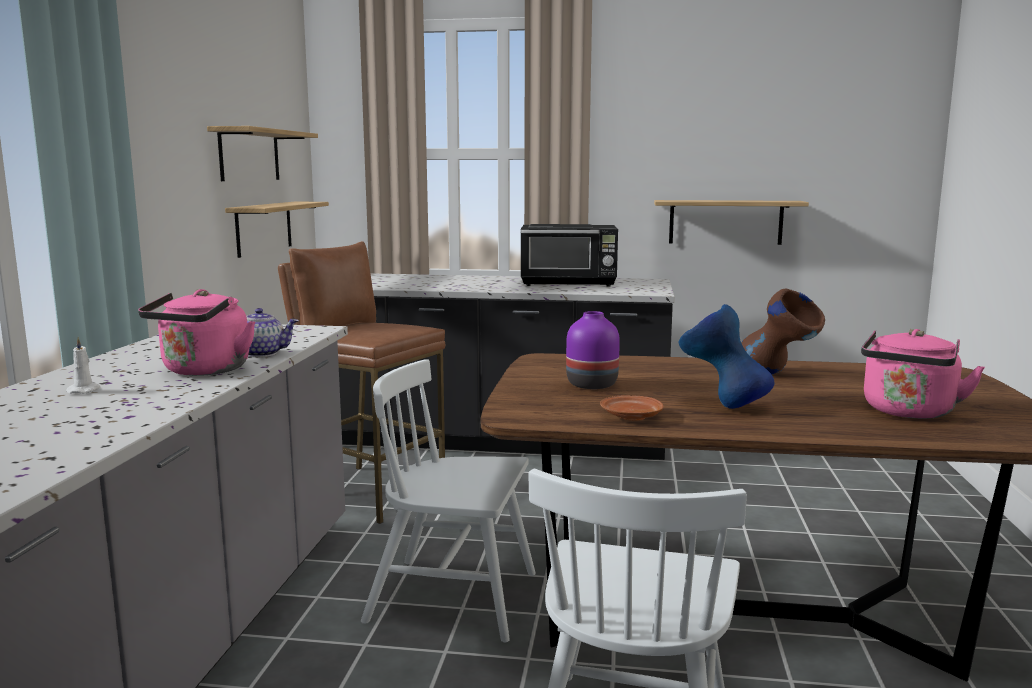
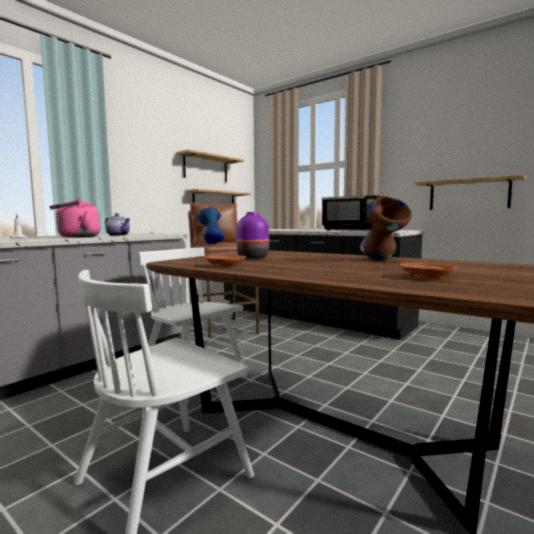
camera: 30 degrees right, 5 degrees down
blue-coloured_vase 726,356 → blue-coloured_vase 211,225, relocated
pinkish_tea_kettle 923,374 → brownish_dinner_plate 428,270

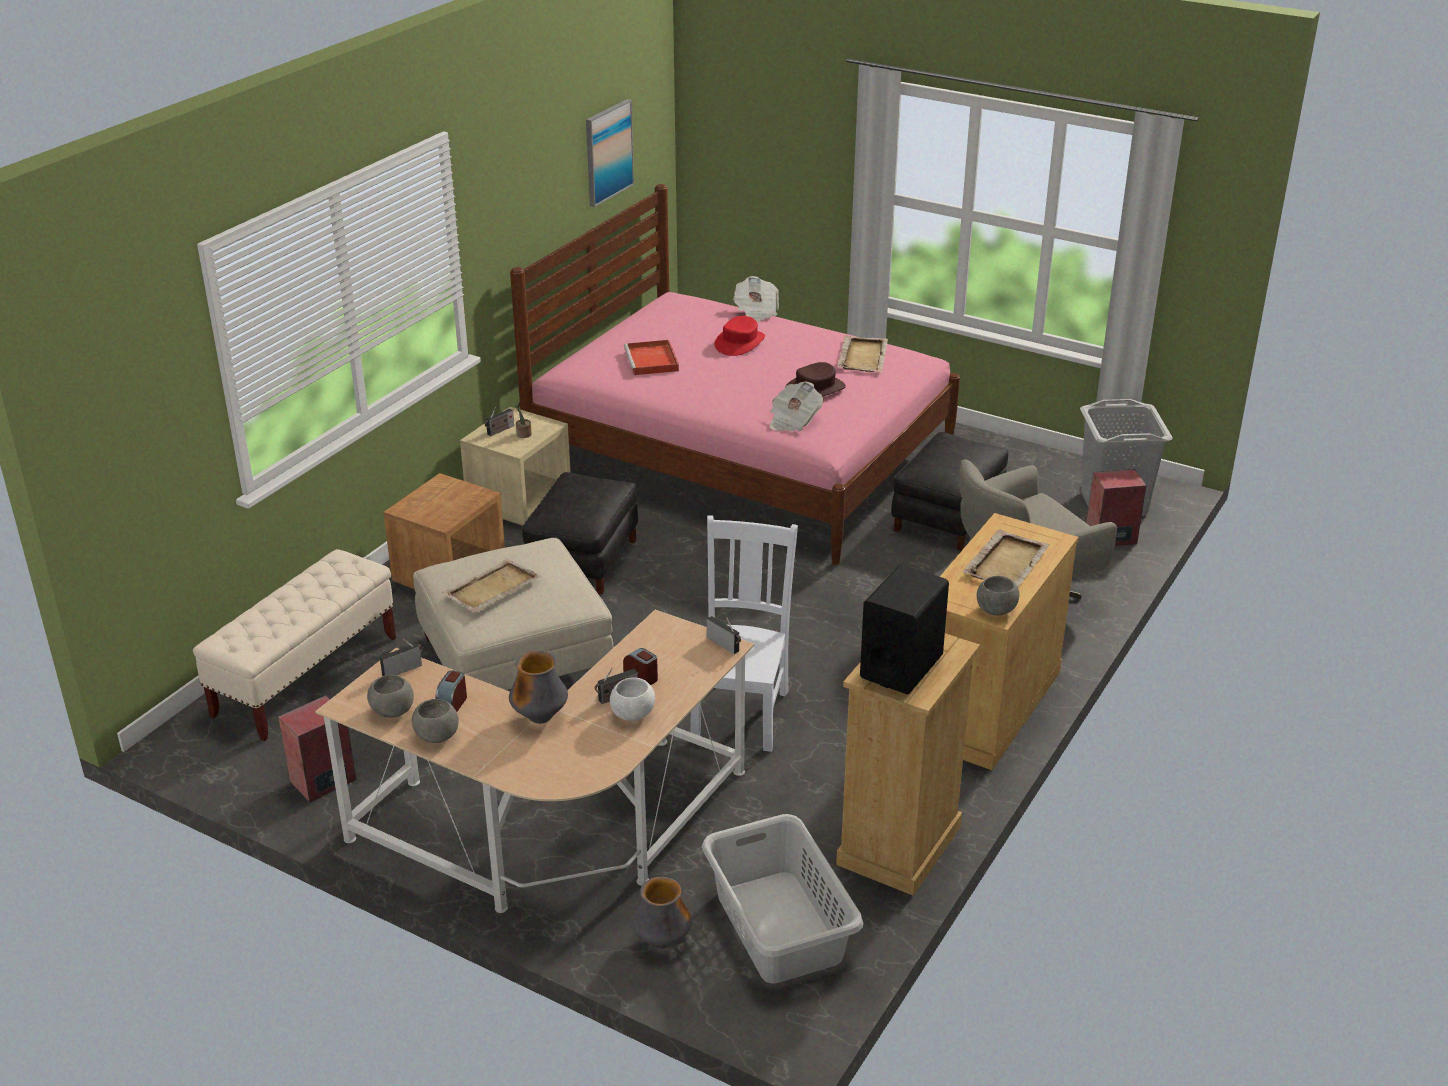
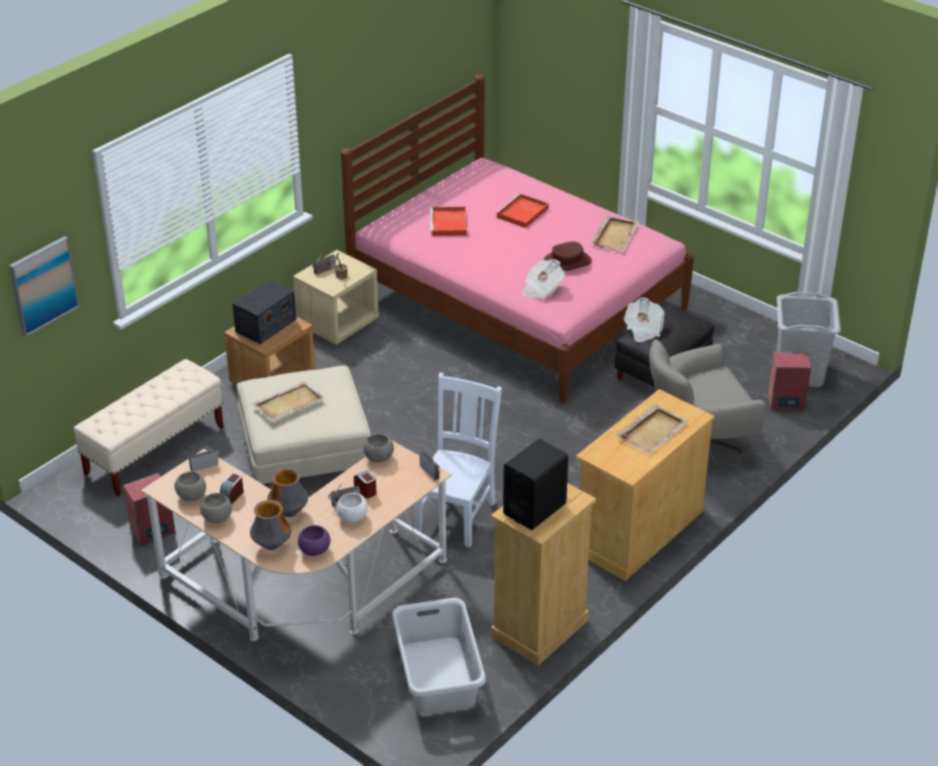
camera: 10 degrees right, 5 degrees up
blackish_footrest 580,533 → -
- → radio 264,311
- → purplish_serving_bowl 314,540
wall_art 610,153 → wall_art 44,286, relocated
vase 662,913 → vase 271,525, relocated
daily_paper 756,299 → daily_paper 644,320, relocated
gray_serving_bowl 998,595 → gray_serving_bowl 378,448, relocated
red_clothing_hat 739,336 → red_tray 522,211

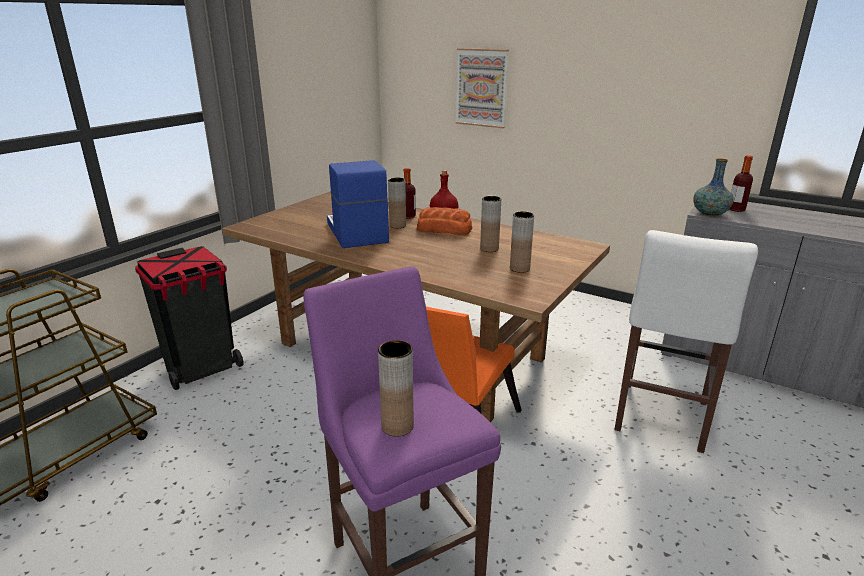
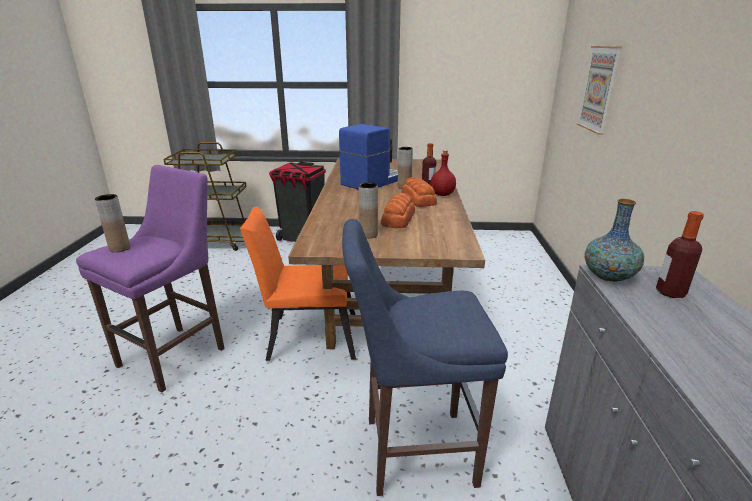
camera: 60 degrees right, 0 degrees up
brownish_vase 490,224 → bakery_bread 398,210
white-coloured_stool_seat 686,341 → blue-coloured_stool_seat 425,357

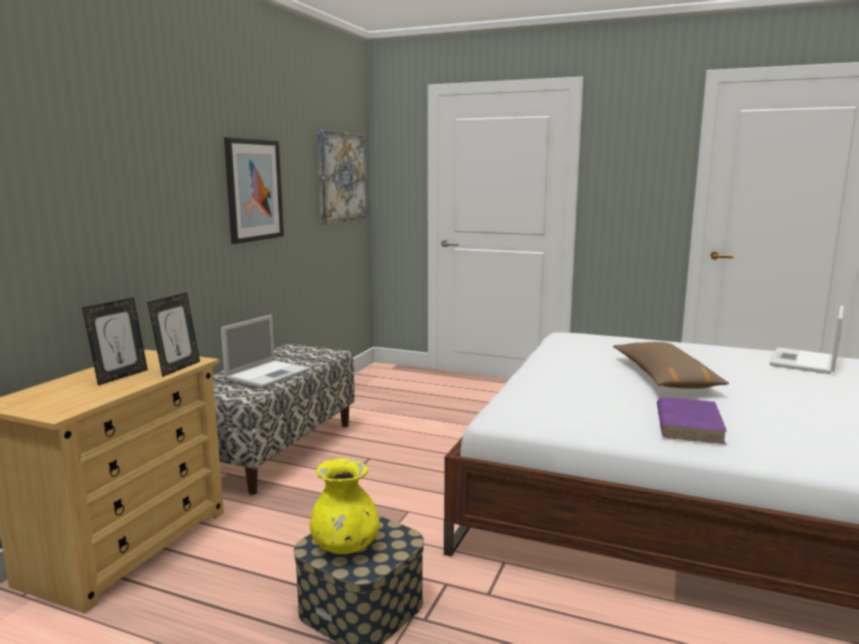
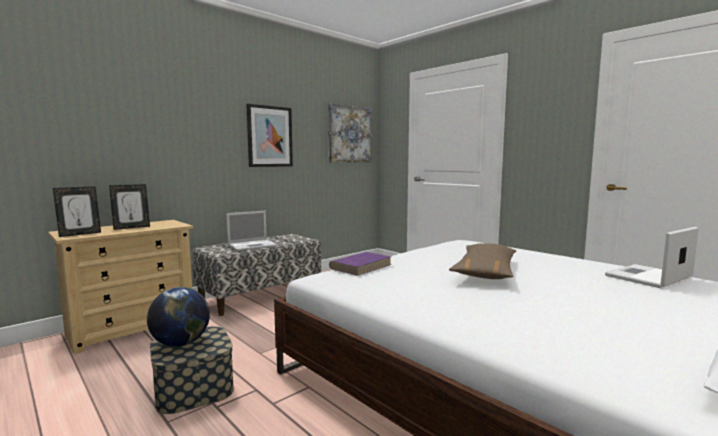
camera: 25 degrees right, 5 degrees down
standing_frame 173,334 → standing_frame 77,211, relocated
purplish_book 692,420 → purplish_book 360,264, relocated
yellowish_vase 345,506 → desk_globe 178,317

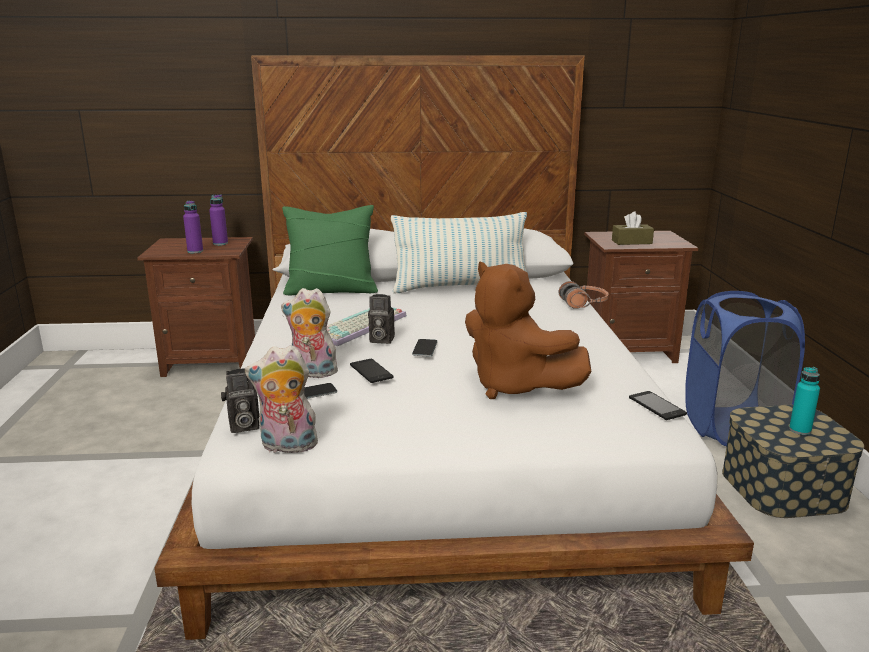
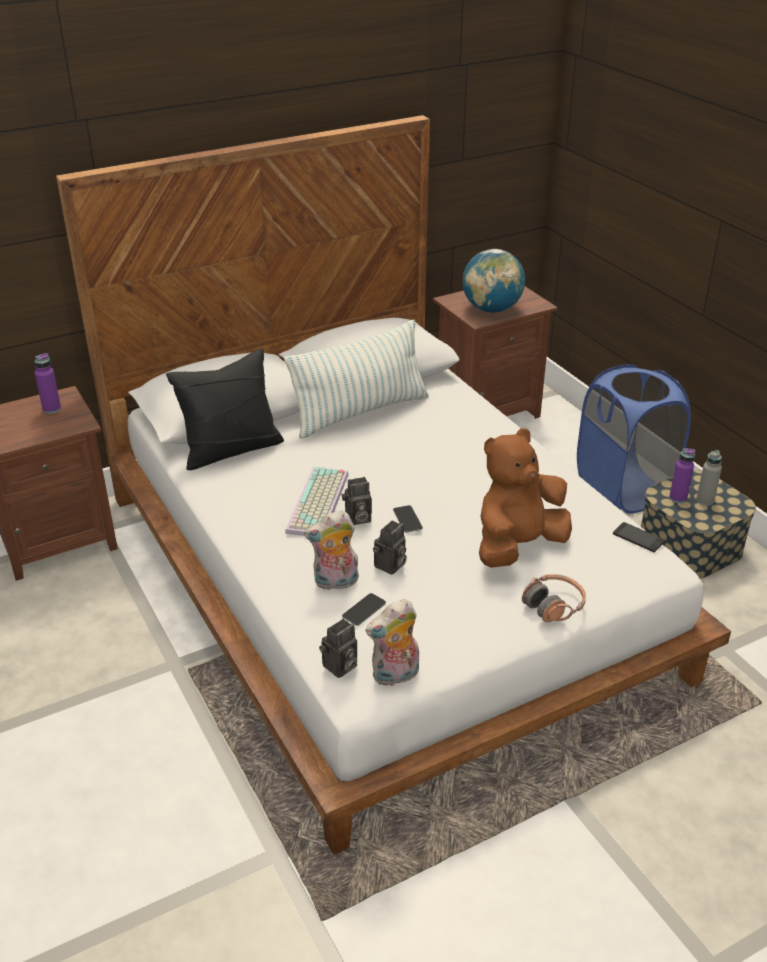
camera: 25 degrees left, 15 degrees up
purplish_bottle 193,226 → purplish_bottle 682,475, relocated
headphones 583,295 → headphones 554,598, relocated
phone 371,371 → still_camera 390,547
brownish_box_of_tissues 633,228 → desk_globe 493,281
greenish_cushion 330,250 → blackish_cushion 225,409
turquoise_bottle 804,401 → gray_bottle 709,478
brownish_soft_toy 528,330 → brownish_soft_toy 525,498, 120 degrees clockwise

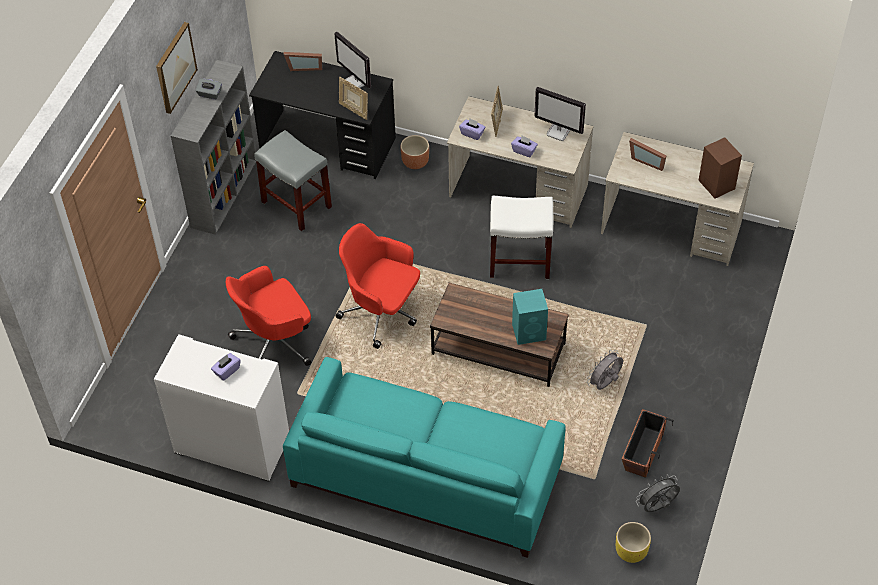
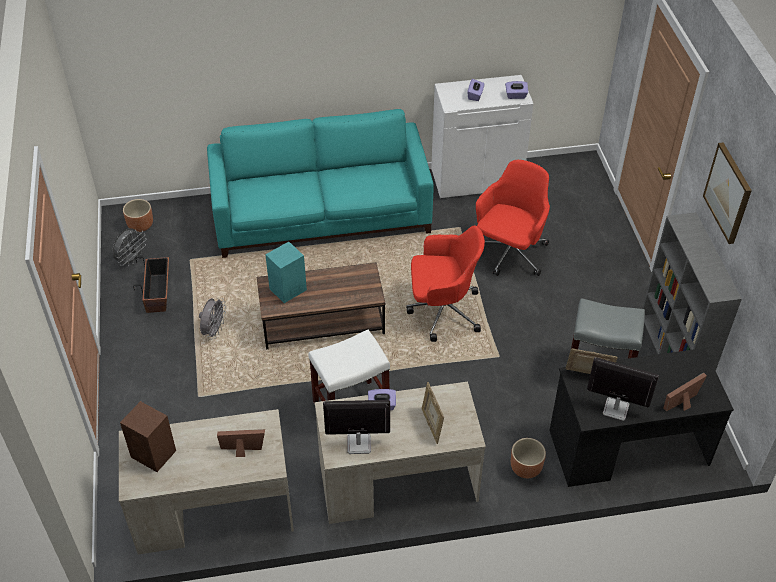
camera: 150 degrees right, 5 degrees down
gray_box_of_tissues 209,88 → -
purplish_box_of_tissues 472,129 → purplish_box_of_tissues 516,90, relocated
yellowish_planter 633,542 → brownish_planter 138,215

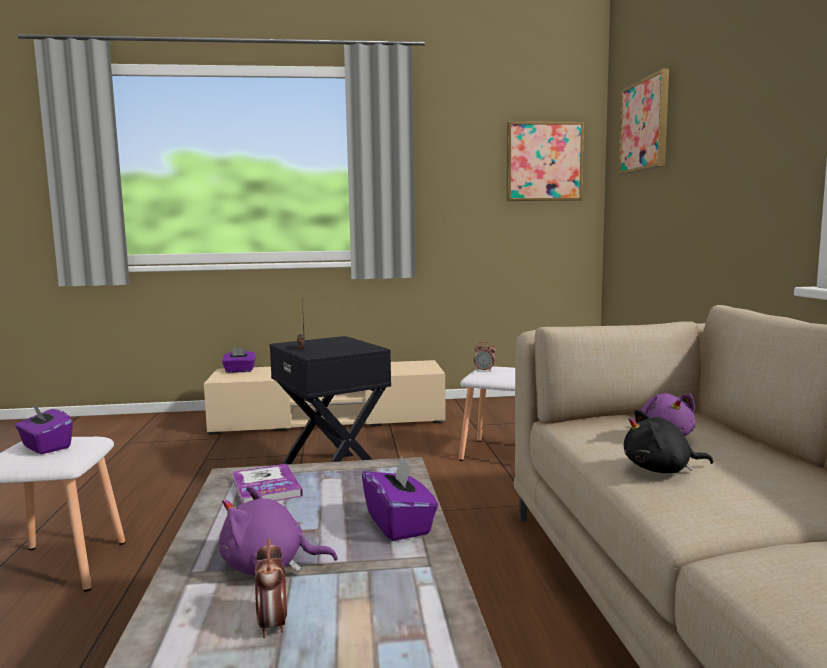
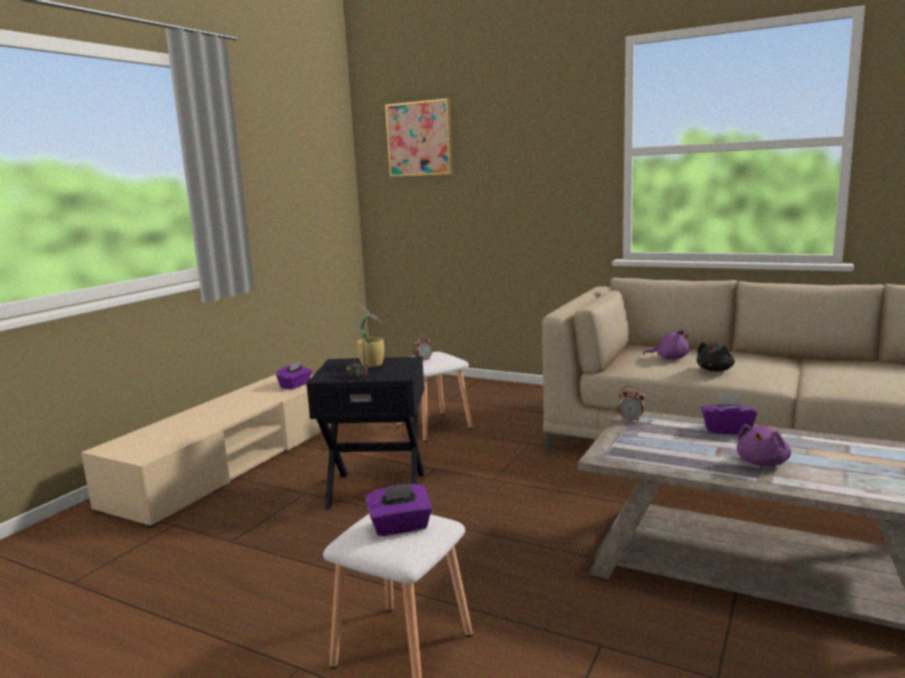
camera: 55 degrees left, 5 degrees up
book 267,484 → -
wall_art 545,161 → -
- → houseplant 369,335
purplish_box_of_tissues 239,360 → purplish_box_of_tissues 294,374, relocated
table_clock 271,588 → table_clock 631,404, relocated

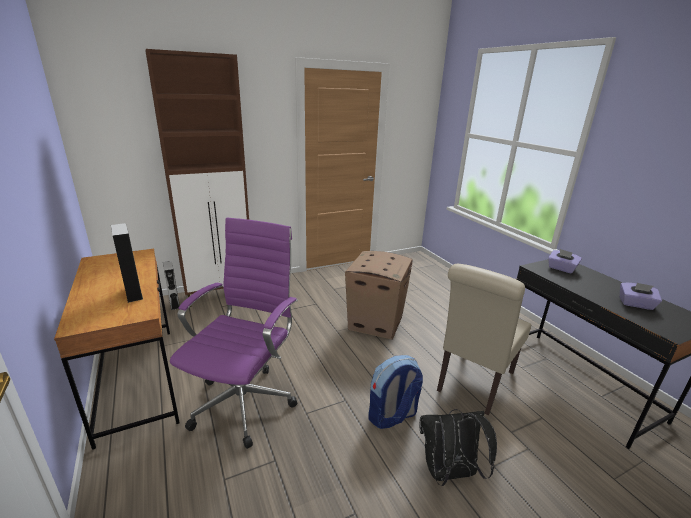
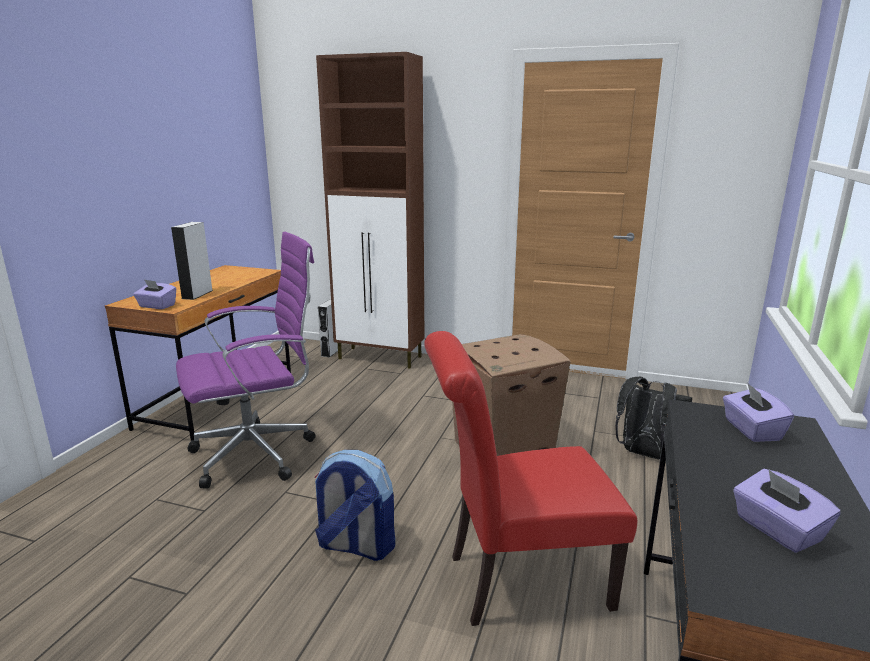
camera: 45 degrees right, 5 degrees down
- → purplish_box_of_tissues 154,294
blackish_knapsack 458,447 → blackish_knapsack 653,418, relocated
beige_upright_chair 484,340 → red_upright_chair 530,478

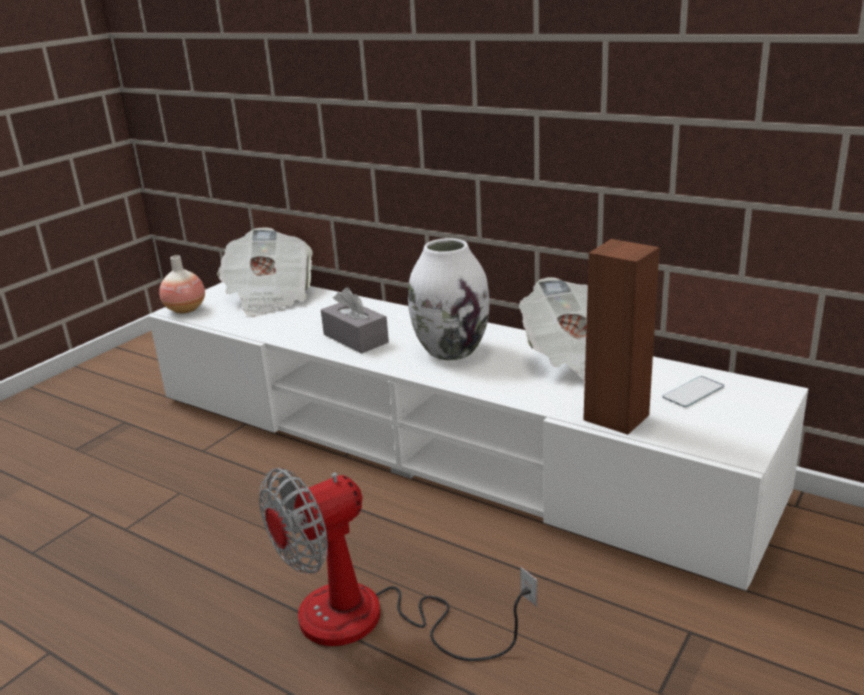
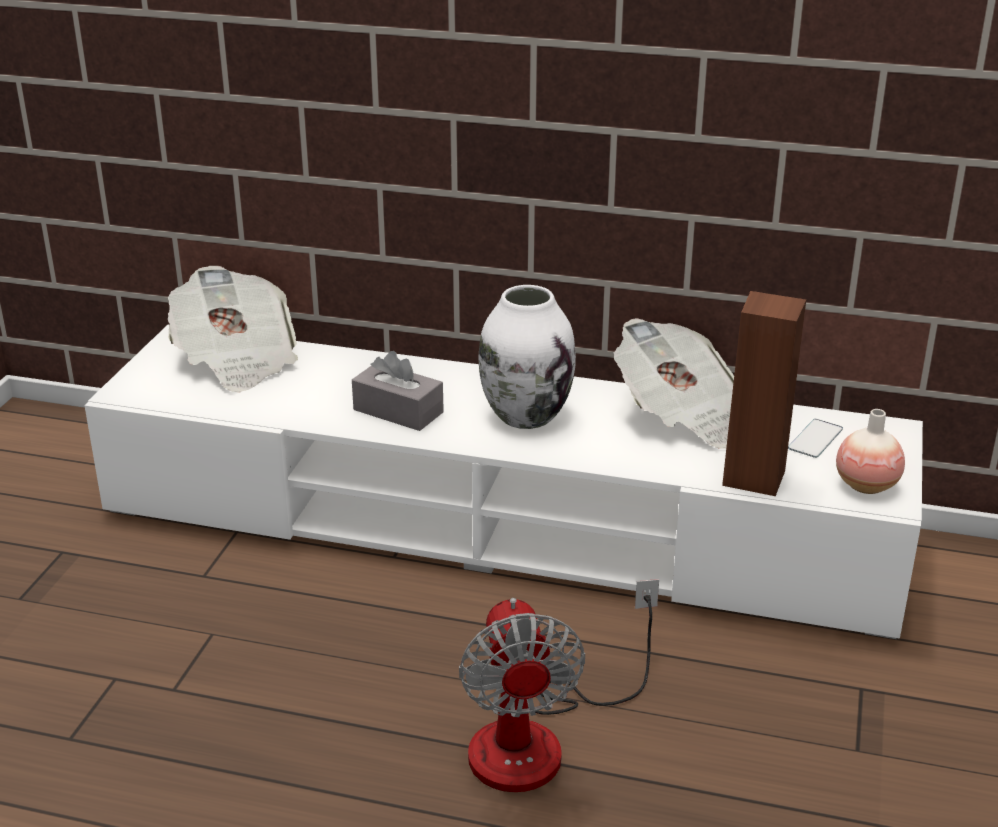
camera: 20 degrees left, 5 degrees up
vase 182,284 → vase 870,451, relocated
fan 398,564 → fan 559,685, 45 degrees counterclockwise

